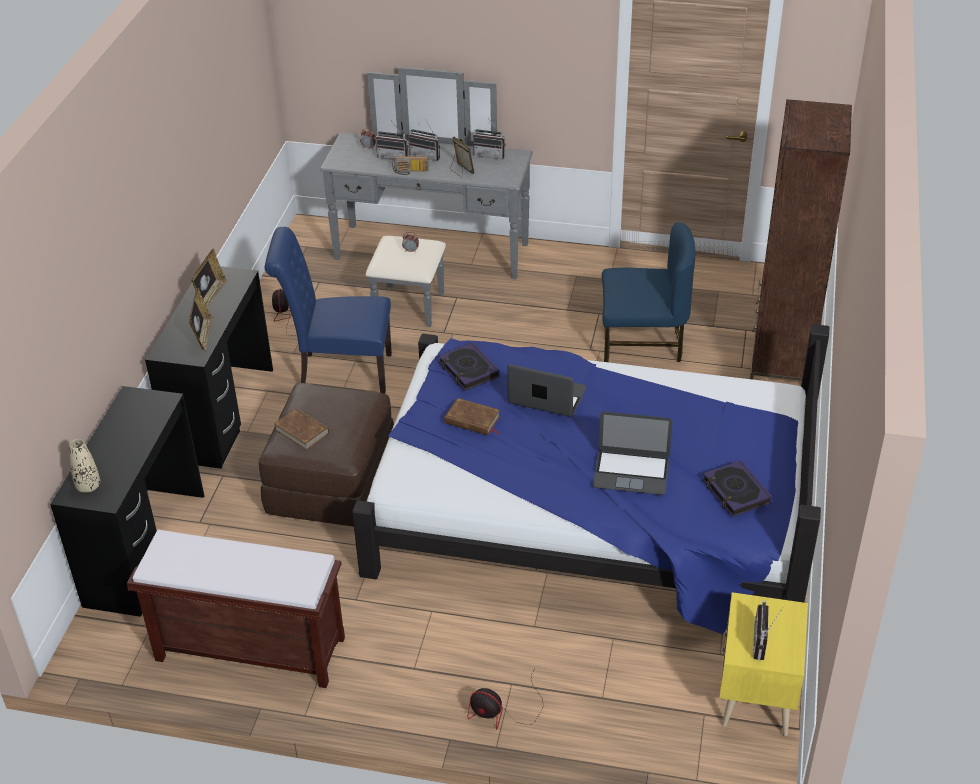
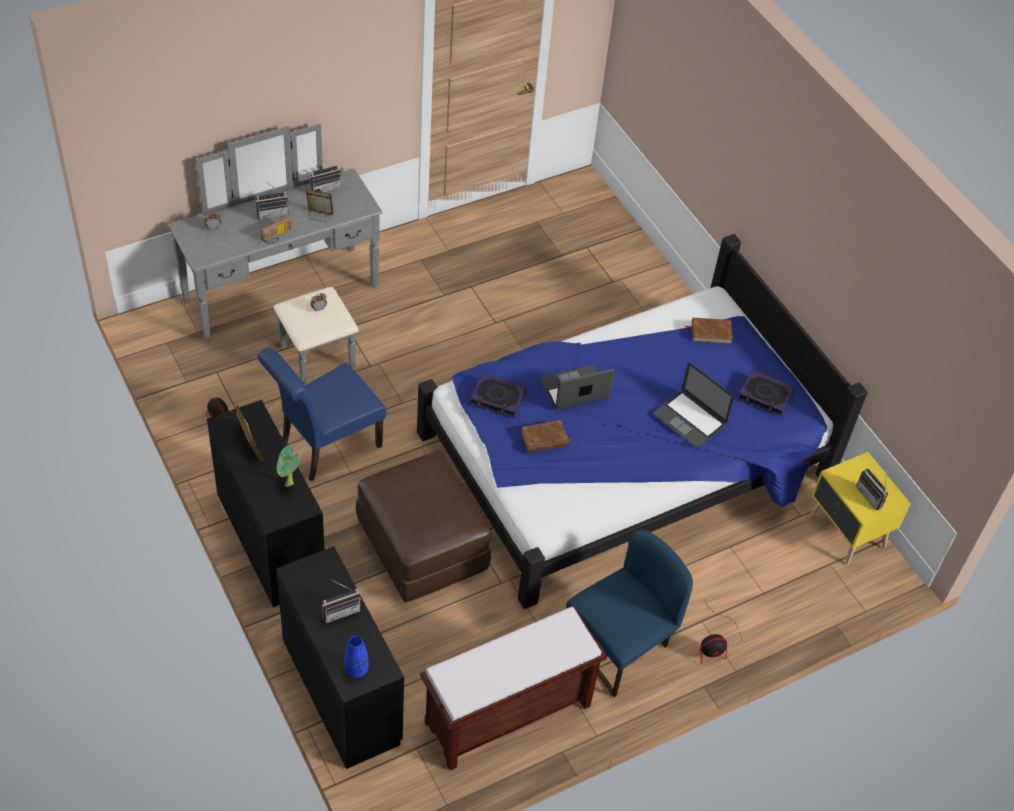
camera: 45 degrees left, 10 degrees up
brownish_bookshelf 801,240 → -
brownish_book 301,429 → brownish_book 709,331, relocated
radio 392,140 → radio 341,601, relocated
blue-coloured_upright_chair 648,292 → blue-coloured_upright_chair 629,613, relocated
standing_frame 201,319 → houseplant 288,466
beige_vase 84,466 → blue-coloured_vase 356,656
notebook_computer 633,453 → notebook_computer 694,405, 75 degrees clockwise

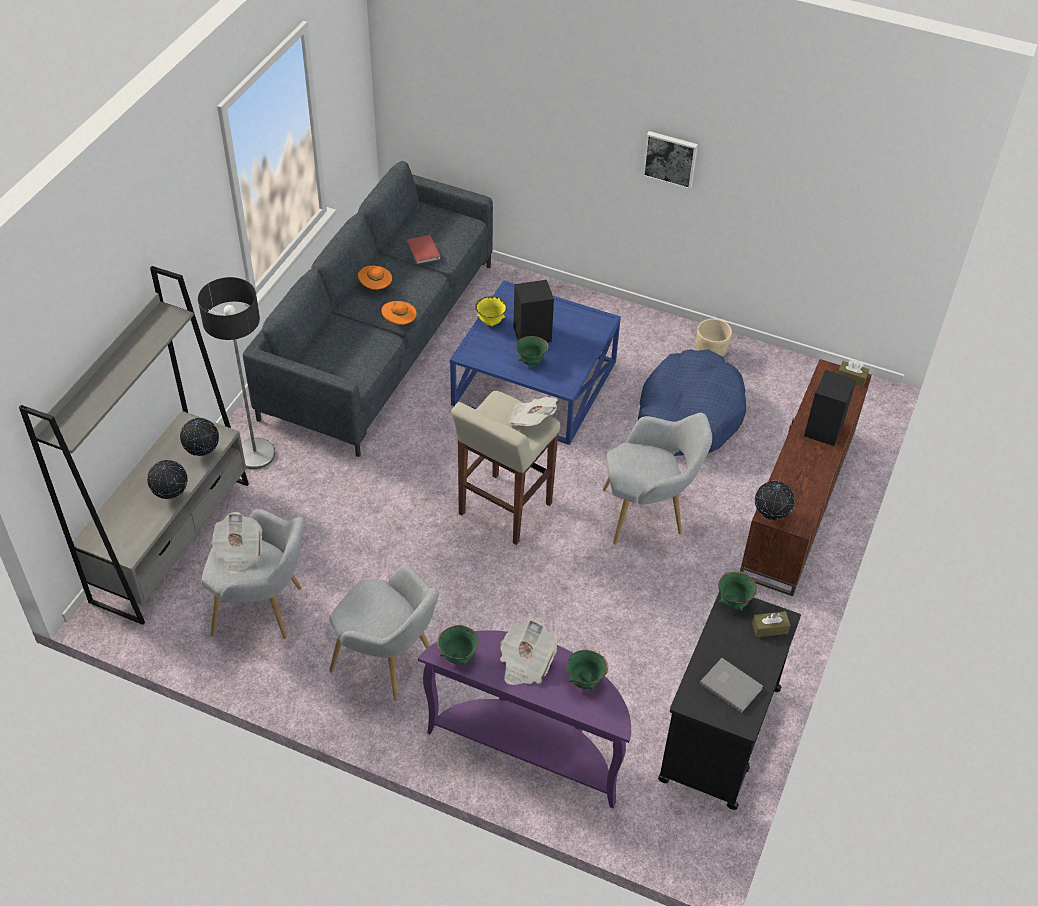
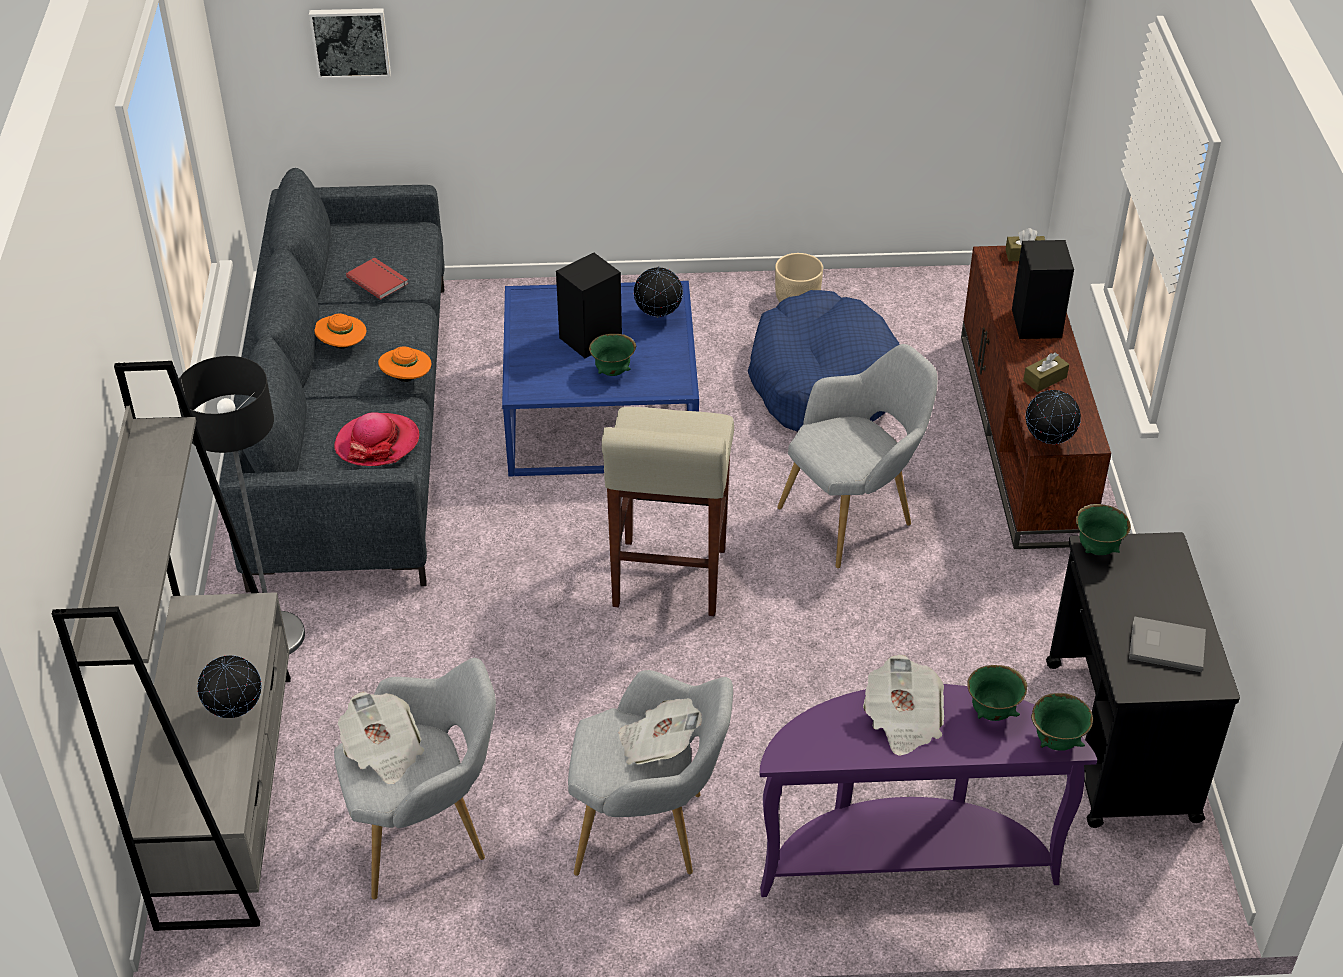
camera: 25 degrees left, 5 degrees down
yellowish_serving_bowl 491,311 → -
- → clothing_hat 376,439
desk_globe 199,437 → desk_globe 658,292, relocated
greenish_serving_bowl 458,645 → greenish_serving_bowl 1062,722, relocated
daily_paper 532,411 → daily_paper 660,731, relocated
wall_art 670,160 → wall_art 350,43, relocated
brownish_box_of_tissues 771,624 → brownish_box_of_tissues 1046,372, relocated

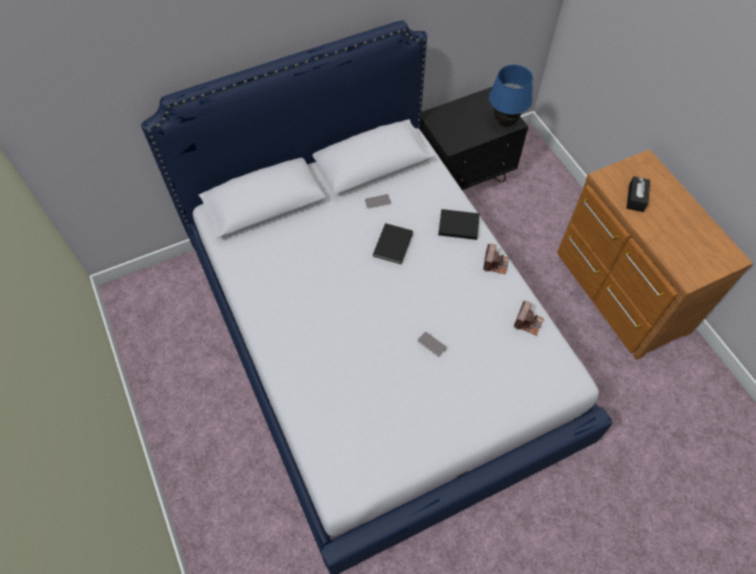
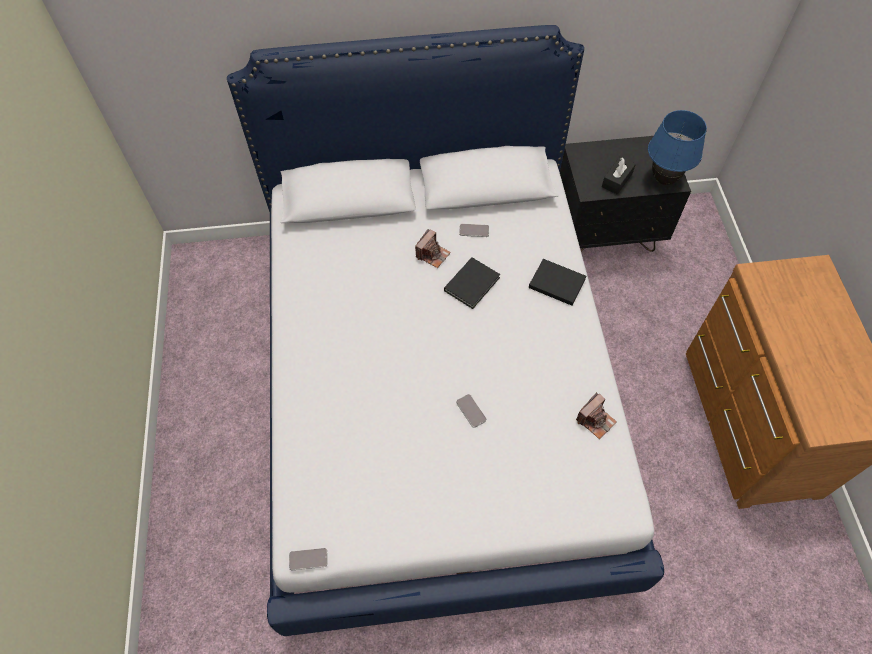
camera: 20 degrees right, 0 degrees up
- → phone 308,559
still_camera 496,258 → still_camera 433,248, relocated
blackish_box_of_tissues 638,194 → blackish_box_of_tissues 619,175, relocated

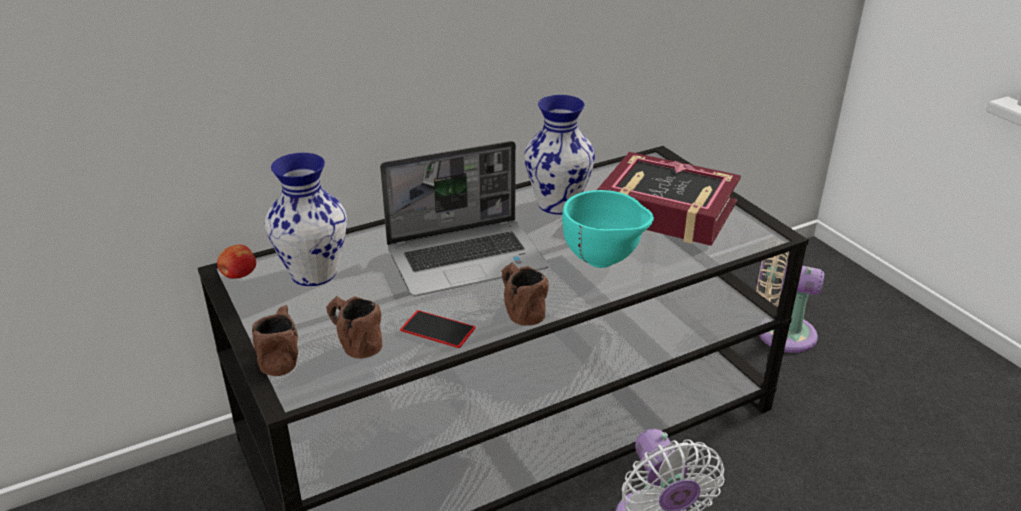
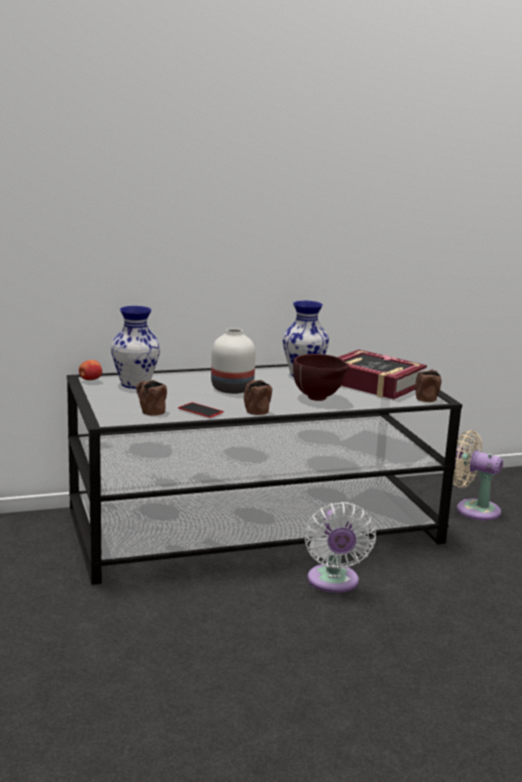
camera: 10 degrees right, 15 degrees down
brownish_mug 275,340 → brownish_mug 428,385, relocated
notebook_computer 464,218 → white-coloured_vase 233,361
turquoise_serving_bowl 608,229 → brownish_serving_bowl 321,377

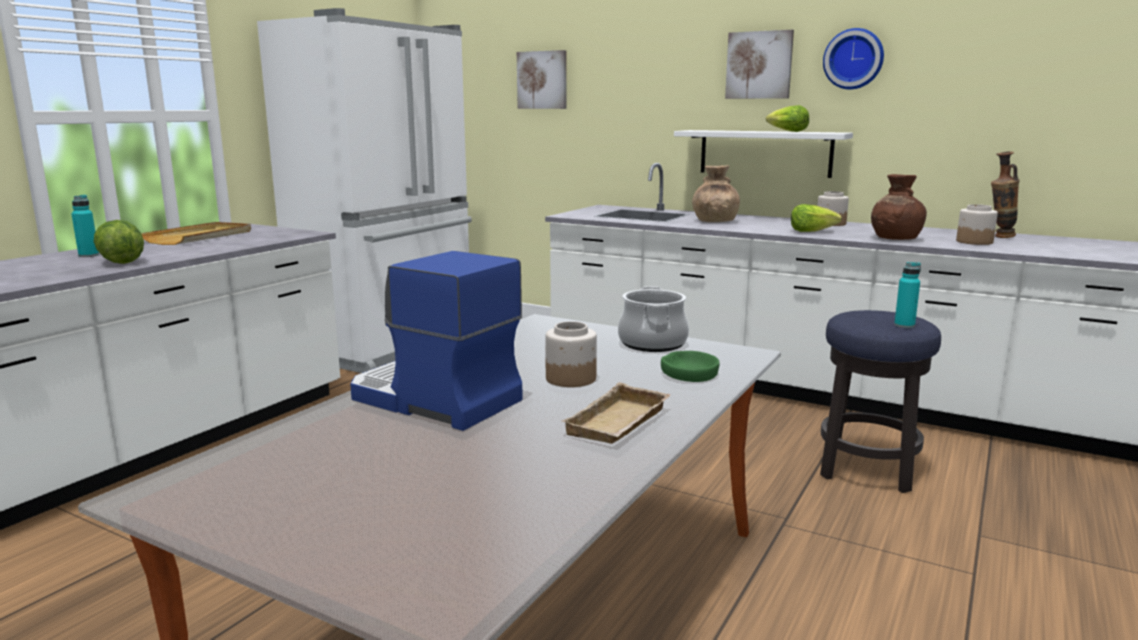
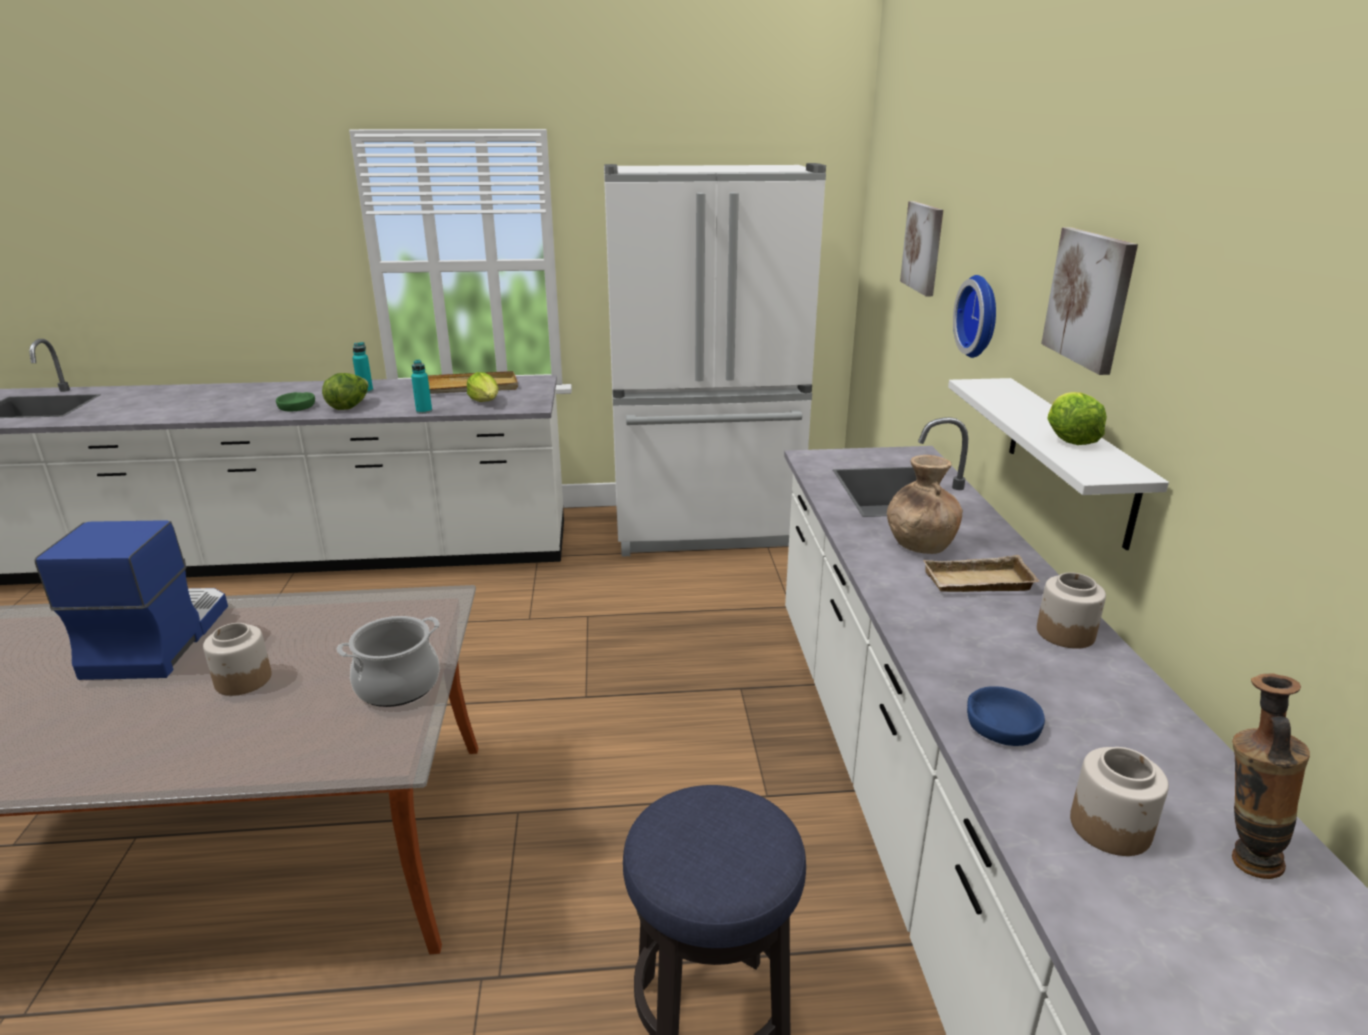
camera: 55 degrees right, 10 degrees up
beige_tray 616,413 → beige_tray 981,573, relocated
greenish_serving_bowl 690,366 → greenish_serving_bowl 295,401, relocated
head_of_lettuce 816,218 → head_of_lettuce 483,387, relocated
clock_on_the_wall 853,58 → clock_on_the_wall 974,316, relocated
turquoise_bottle 907,295 → turquoise_bottle 421,387, relocated
brownish_vase 899,207 → blue-coloured_serving_bowl 1006,716

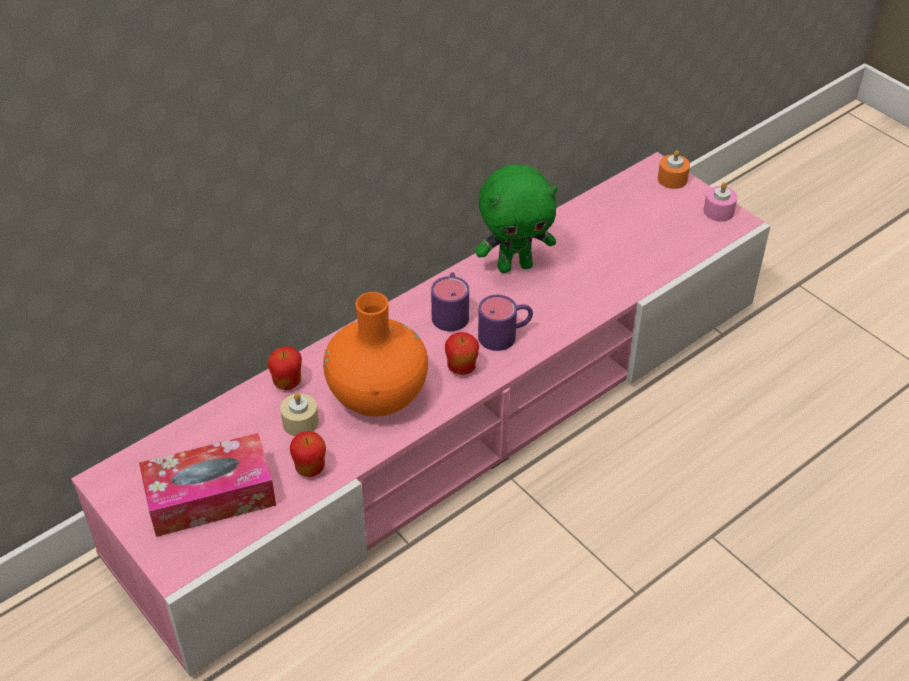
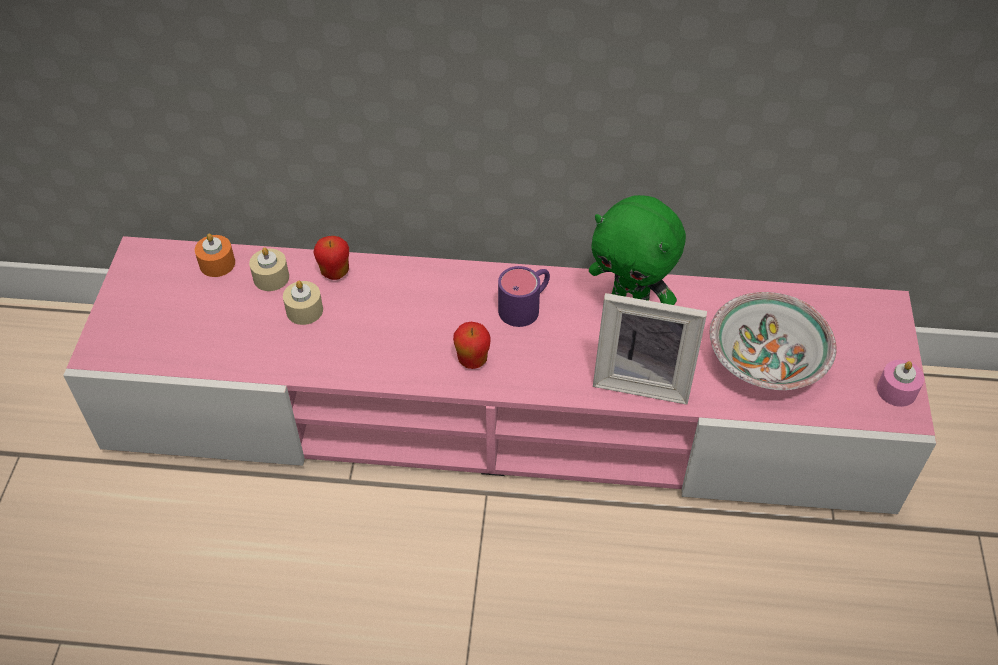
camera: 45 degrees right, 5 degrees up
box_of_tissues 207,485 → -
apple_fruit 308,454 → -
orange_vase 375,354 → -
purplish_mug 505,323 → -
- → beige_wax_light 269,269
- → standing_frame 650,349
- → serving_bowl 773,341
orange_wax_light 674,169 → orange_wax_light 215,255, relocated

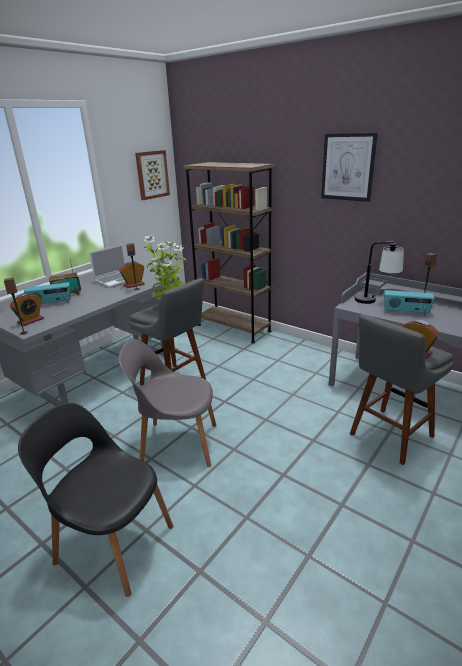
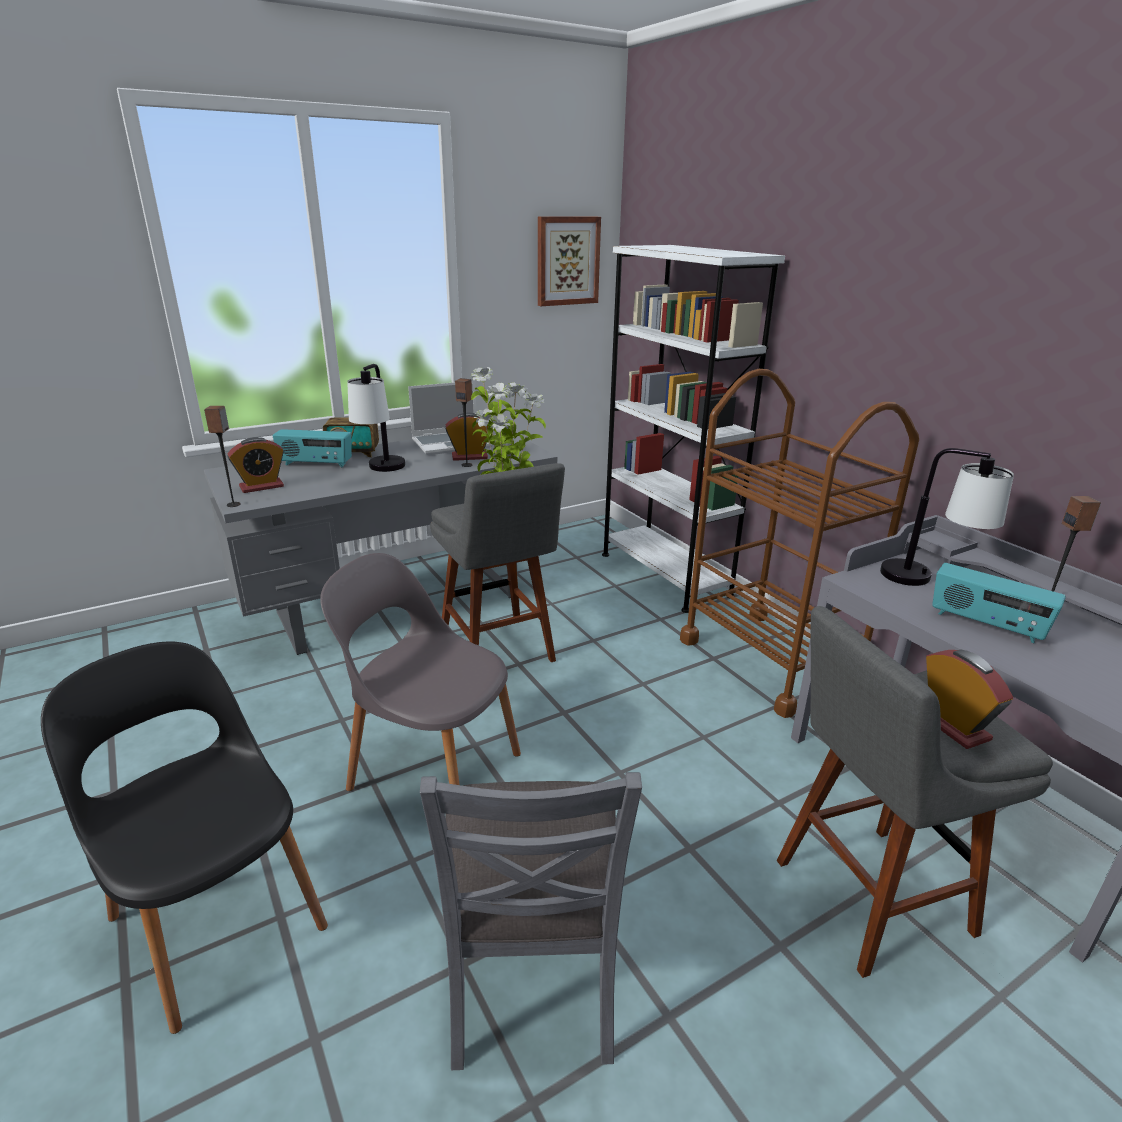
camera: 20 degrees right, 0 degrees up
wall_art 349,167 → -
- → tabletop_lamp 376,418
- → gray_upright_chair 531,921
- → brownish_trolley 799,543
brownish_bookshelf 228,252 → white-coloured_bookshelf 693,429

